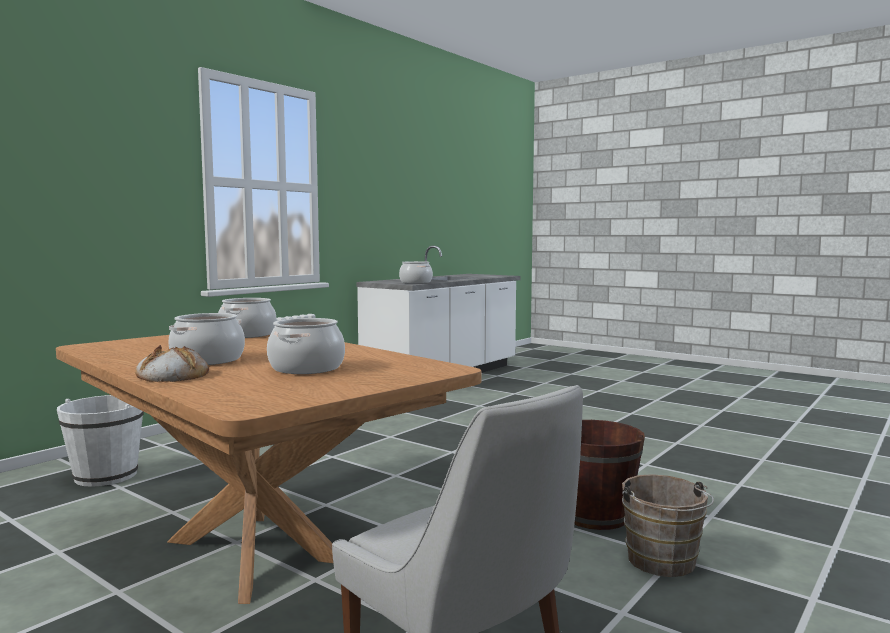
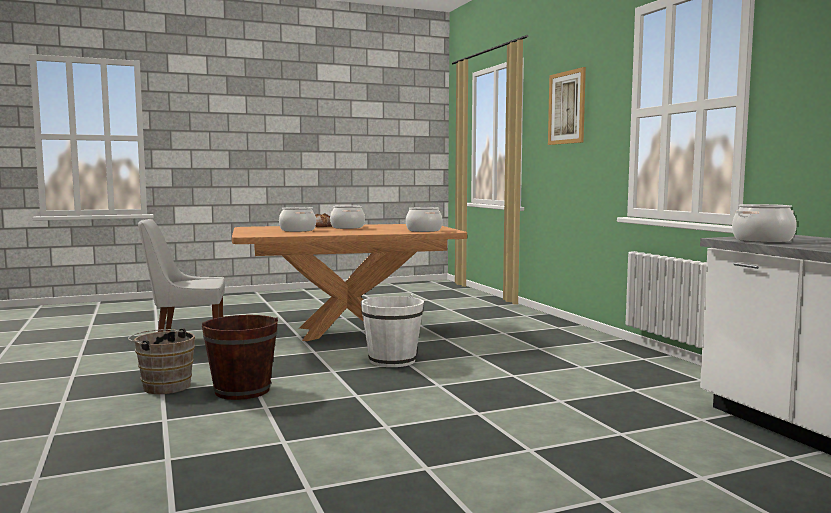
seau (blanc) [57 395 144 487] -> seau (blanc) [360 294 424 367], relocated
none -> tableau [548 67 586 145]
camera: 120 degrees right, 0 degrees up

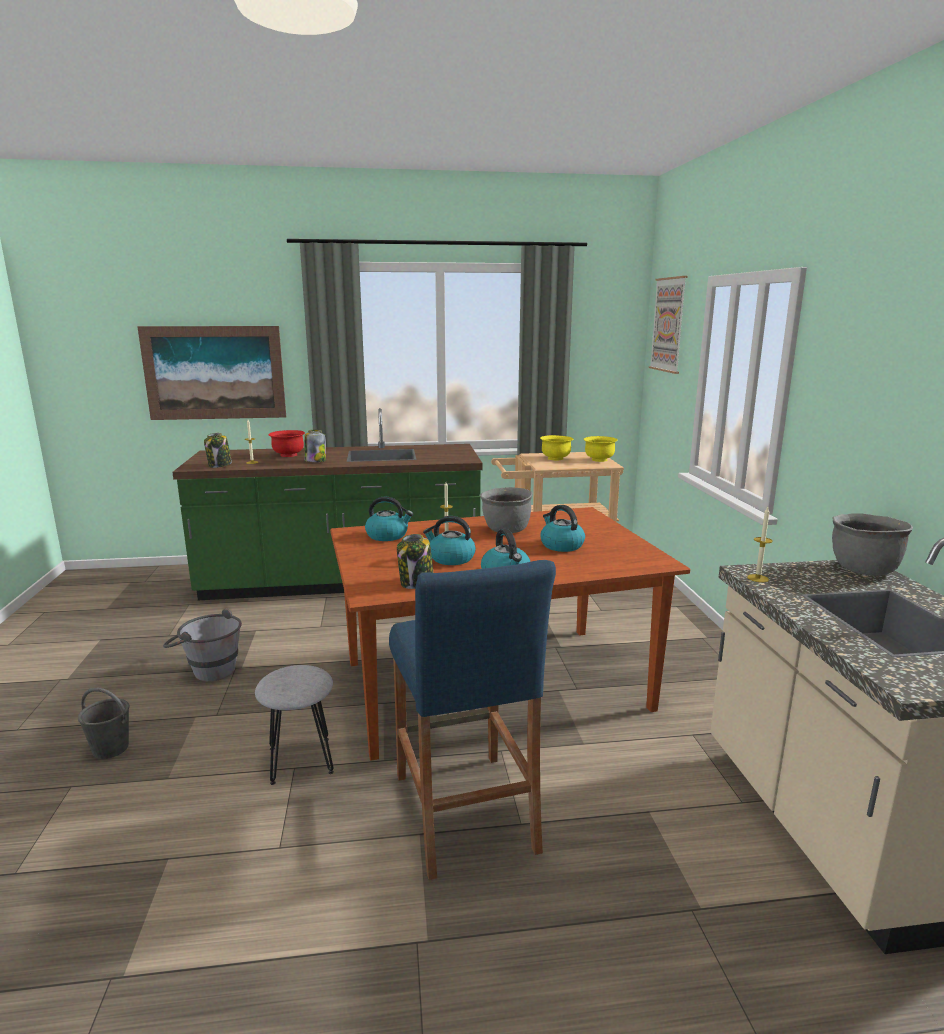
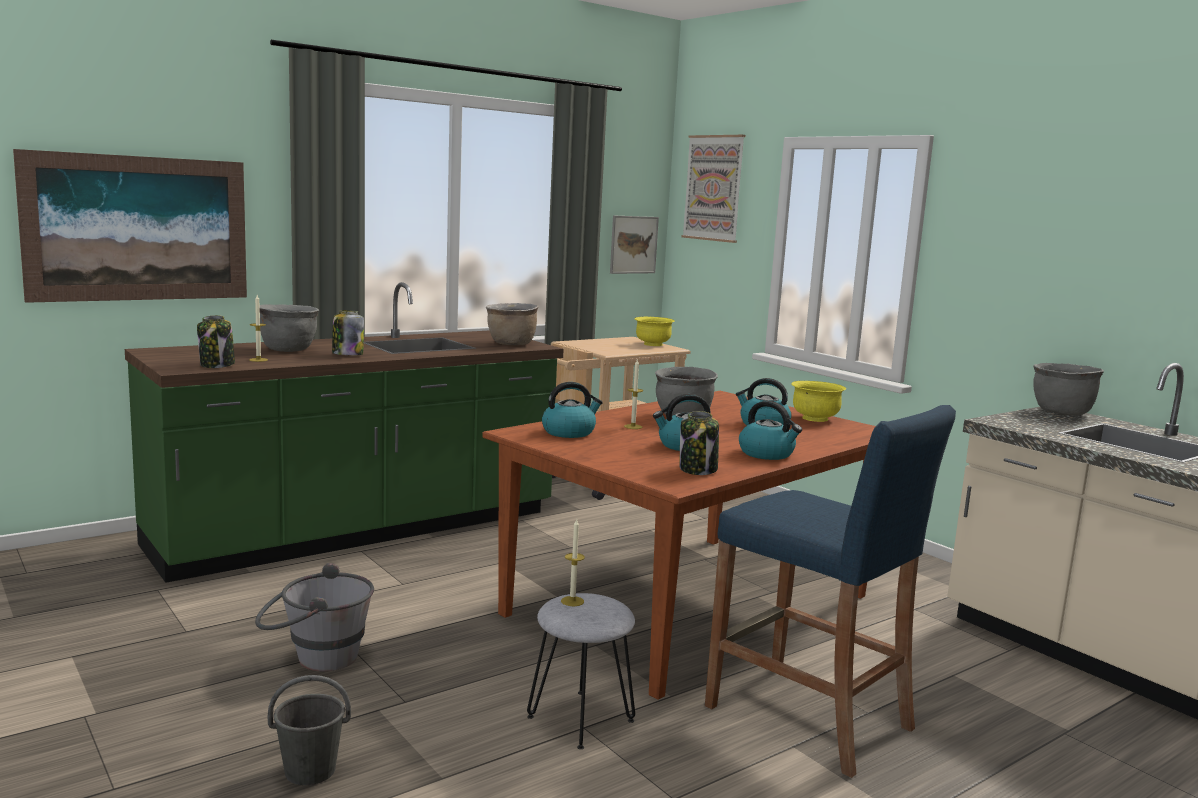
bol (rouge) [268 430 305 457] -> marmite (gris) [259 304 319 352]
none -> marmite (marron) [486 303 538 345]
bougie [747 507 773 582] -> bougie [561 519 585 606], relocated
none -> tableau [610 215 659 274]
bol (jaune) [540 435 573 460] -> bol (jaune) [791 381 846 422], relocated
camera: 30 degrees left, 5 degrees down

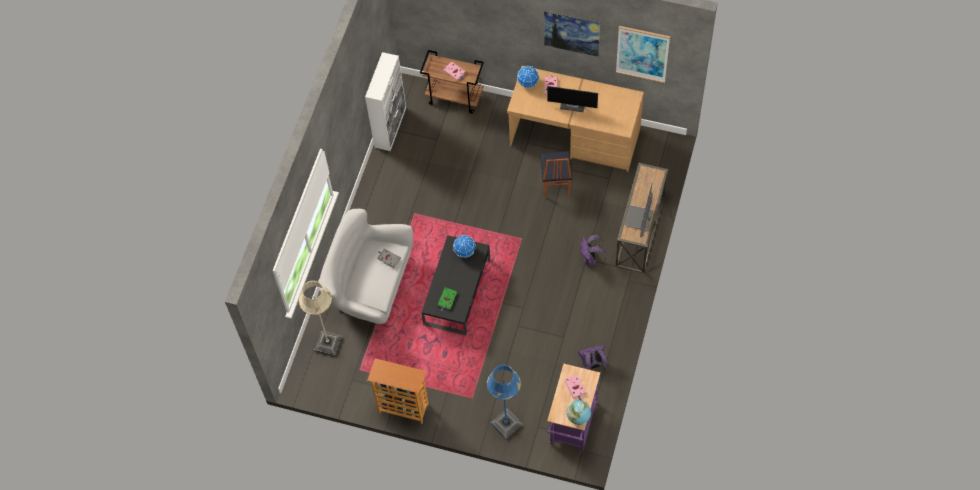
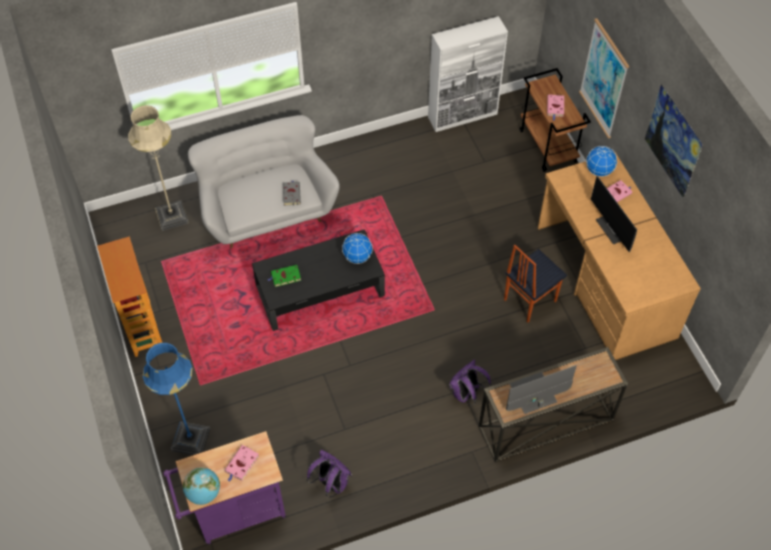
tableau [616 26 670 83] -> tableau [579 18 629 139], relocated
camera: 50 degrees right, 5 degrees down

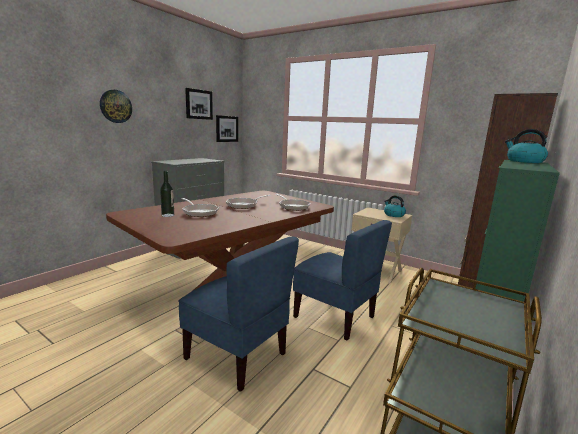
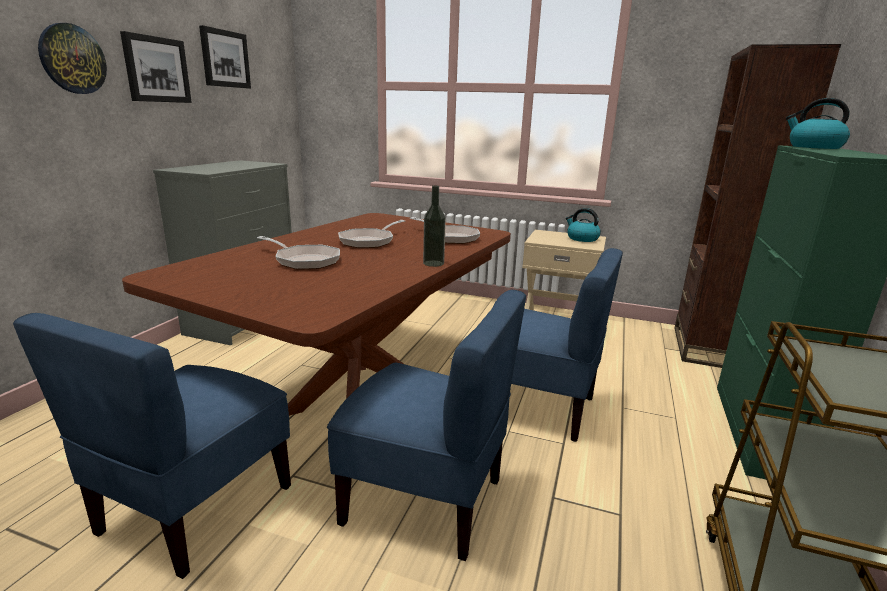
none -> chaise (bleu) [13 313 291 579]
tableau [216 115 238 142] -> tableau [120 31 192 103], relocated
bouteille [160 171 174 217] -> bouteille [423 186 446 267], relocated
camera: 15 degrees left, 5 degrees up

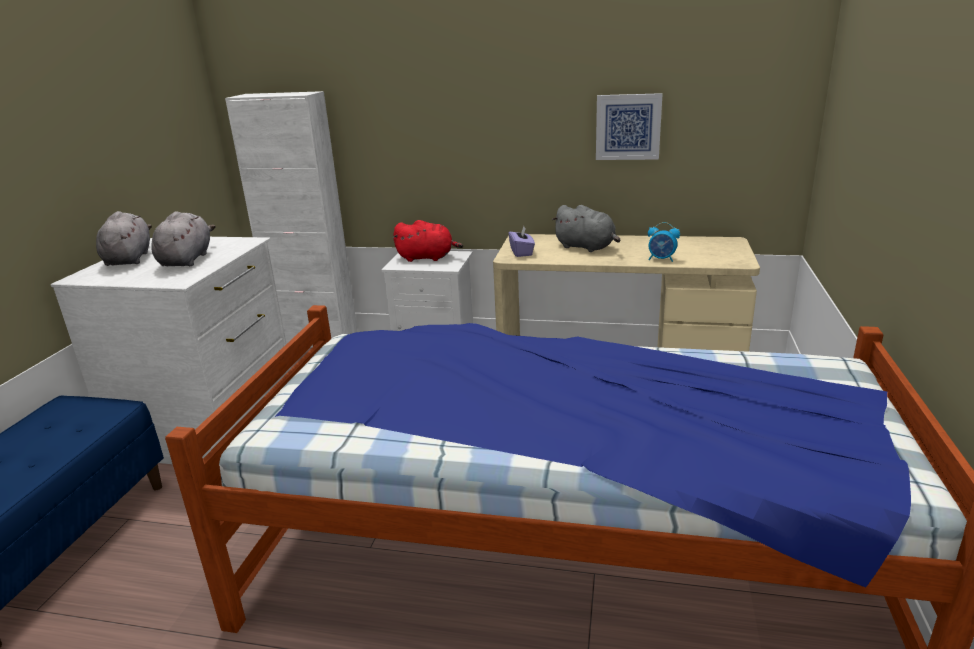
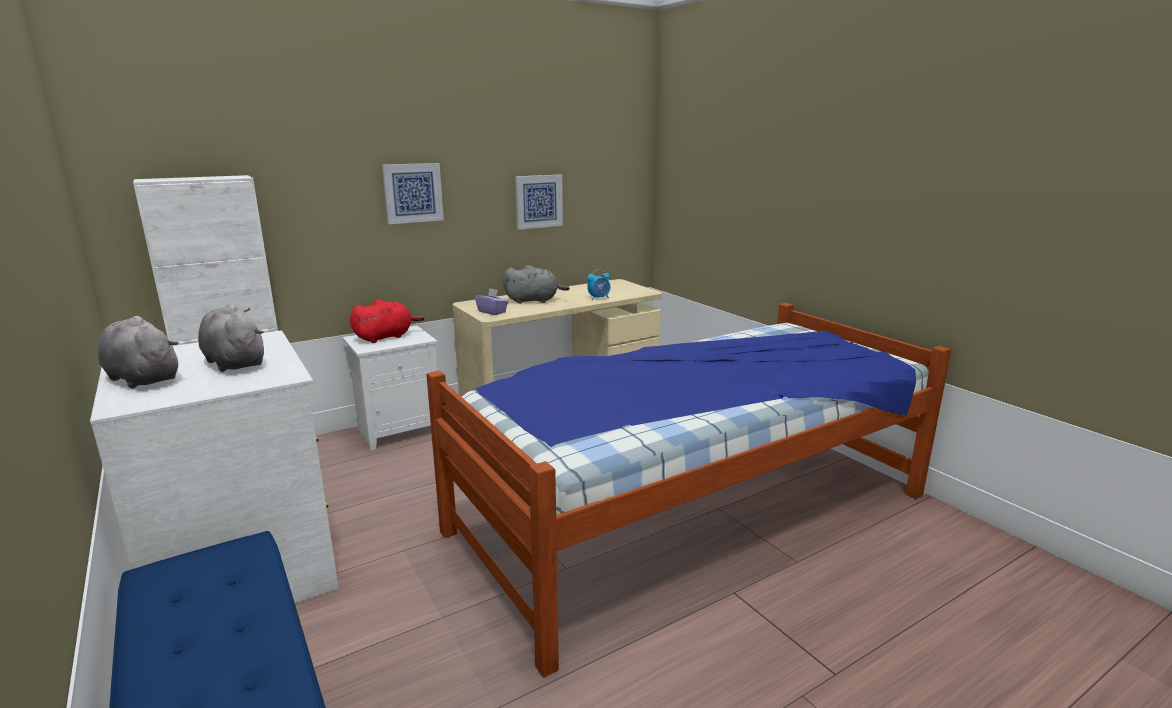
none -> tableau [382 163 444 224]
camera: 45 degrees left, 5 degrees down

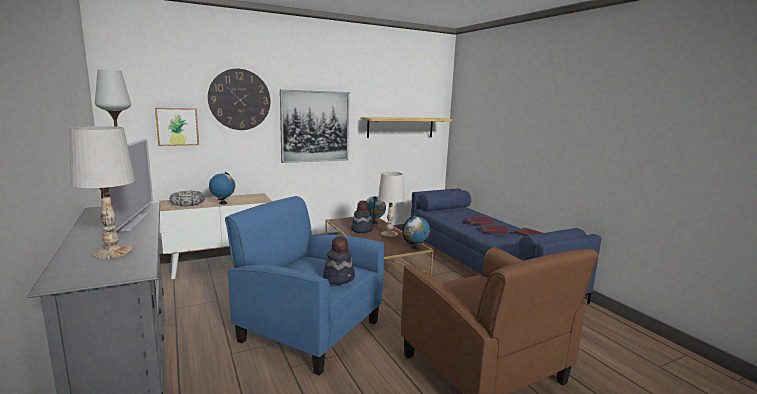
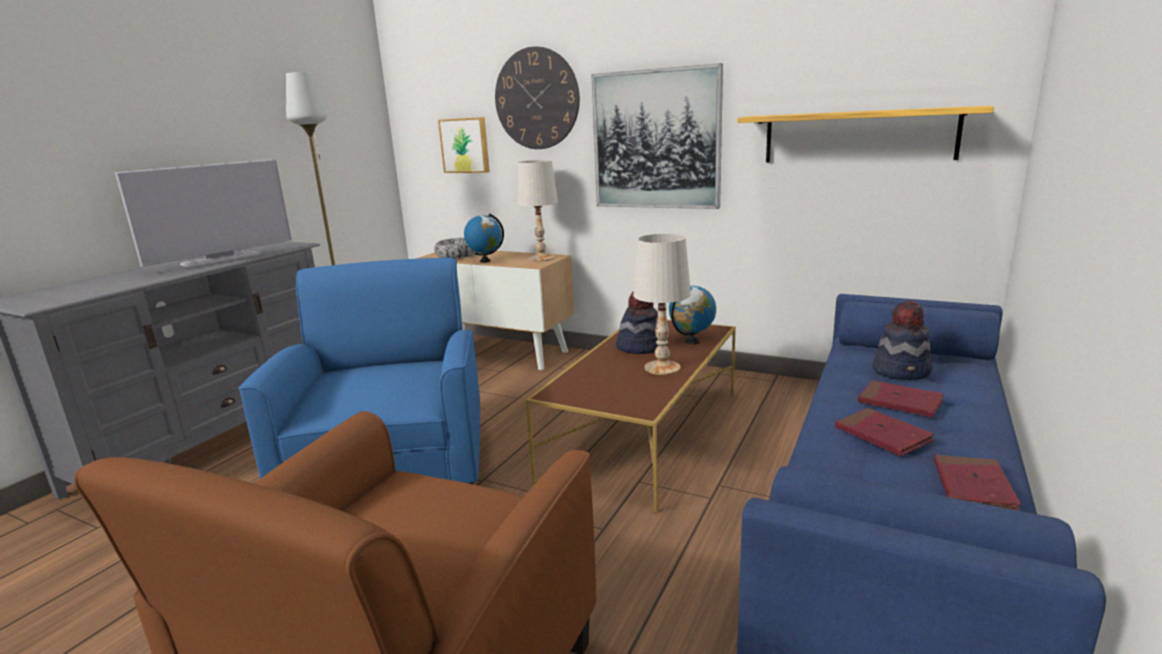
lampe de table (blanc) [69 126 135 259] -> lampe de table (blanc) [517 160 558 261], relocated
chapeau [323 235 355 284] -> chapeau [873 300 933 380], relocated
globe [402 216 430 250] -> none
camera: 55 degrees right, 5 degrees up

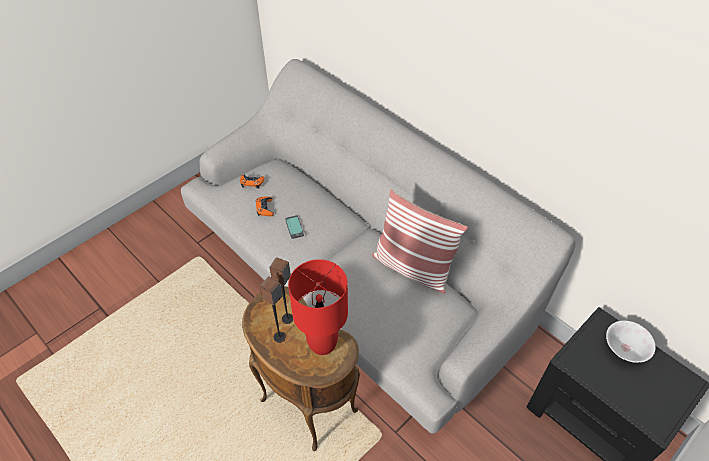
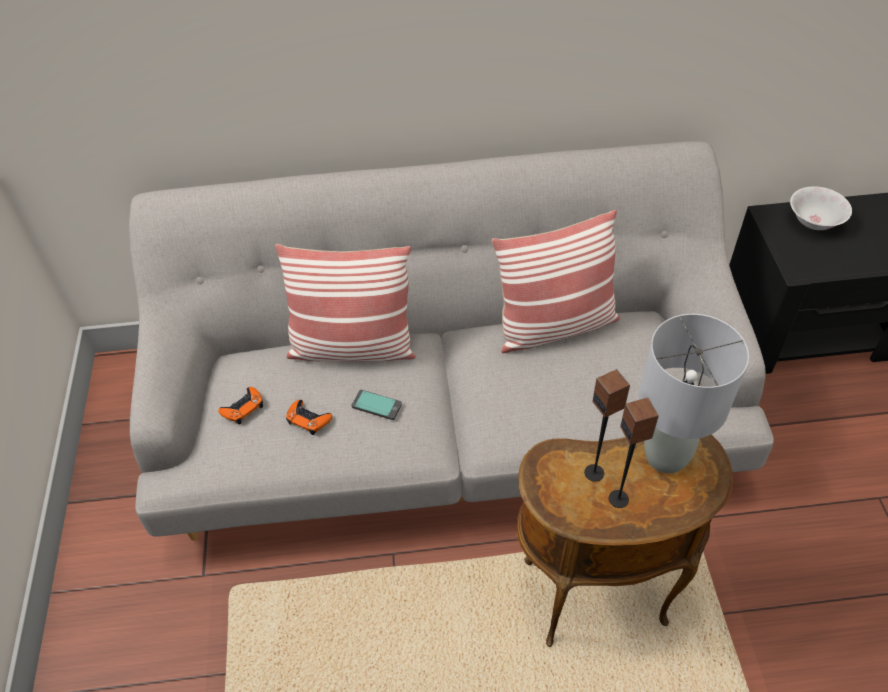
none -> coussin [275 244 416 361]
lampe de table (rouge) [288 259 348 355] -> lampe de table (gris) [638 314 749 473]
camera: 50 degrees left, 0 degrees up

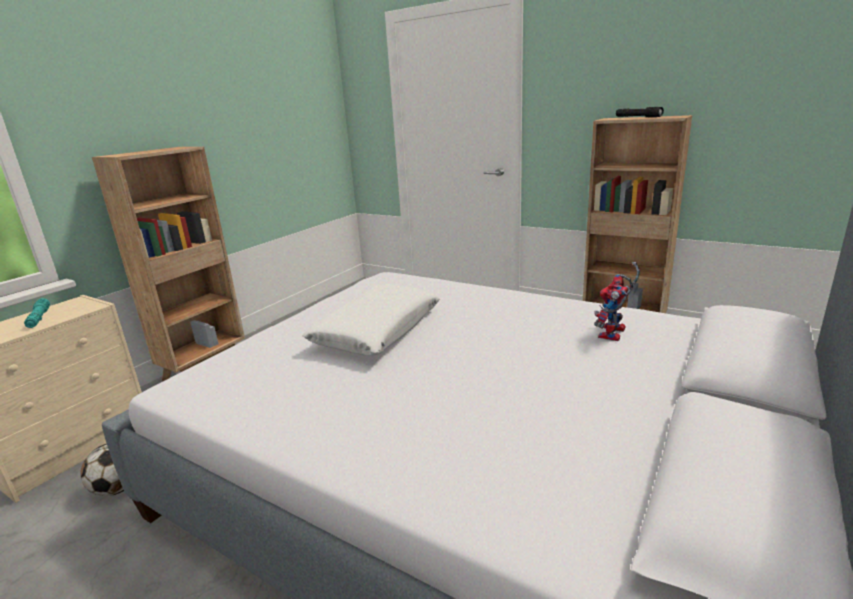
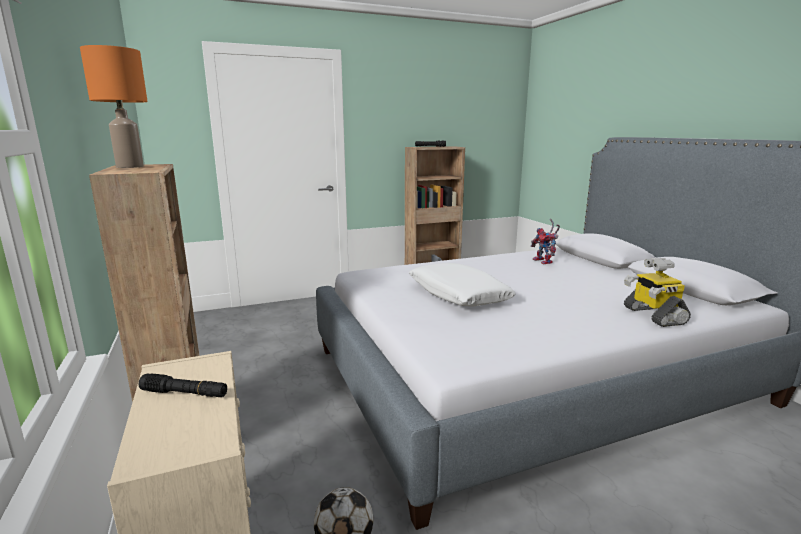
none -> lampe de table (orange) [80 45 148 168]
lampe de poche (turquoise) [24 298 50 328] -> lampe de poche (noir) [139 373 227 397]
none -> robot jouet [624 258 691 327]
camera: 55 degrees left, 5 degrees down

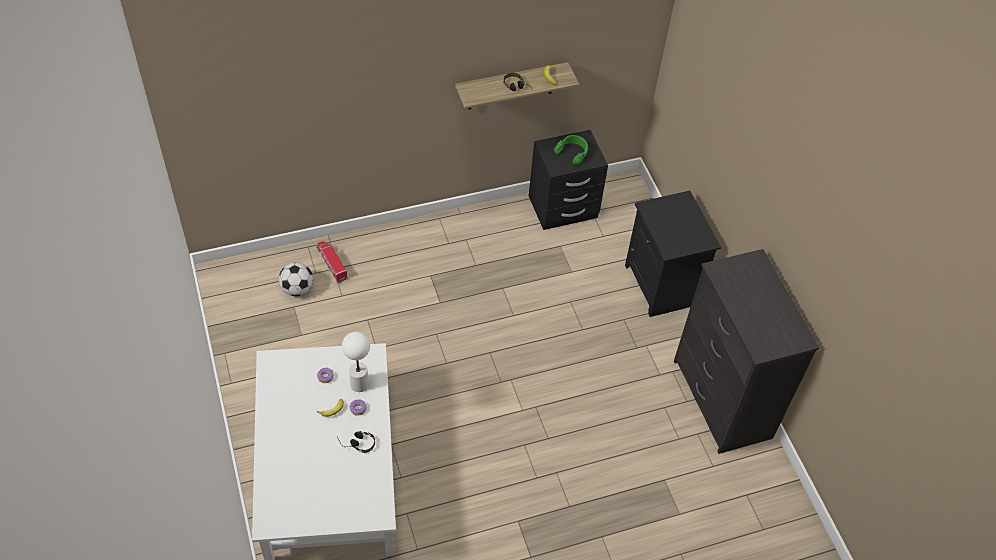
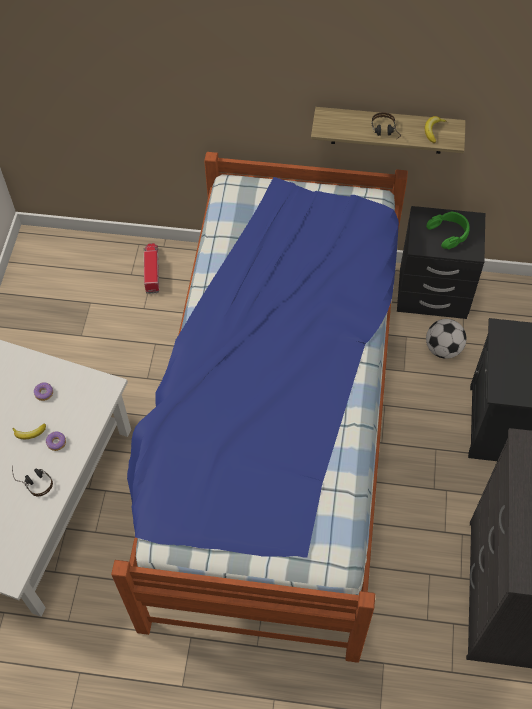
none -> lit [111 152 408 663]
ballon de foot [279 262 313 296] -> ballon de foot [426 319 466 359], relocated
lampe de table (blanc) [342 332 370 392] -> none
camera: 30 degrees right, 5 degrees up

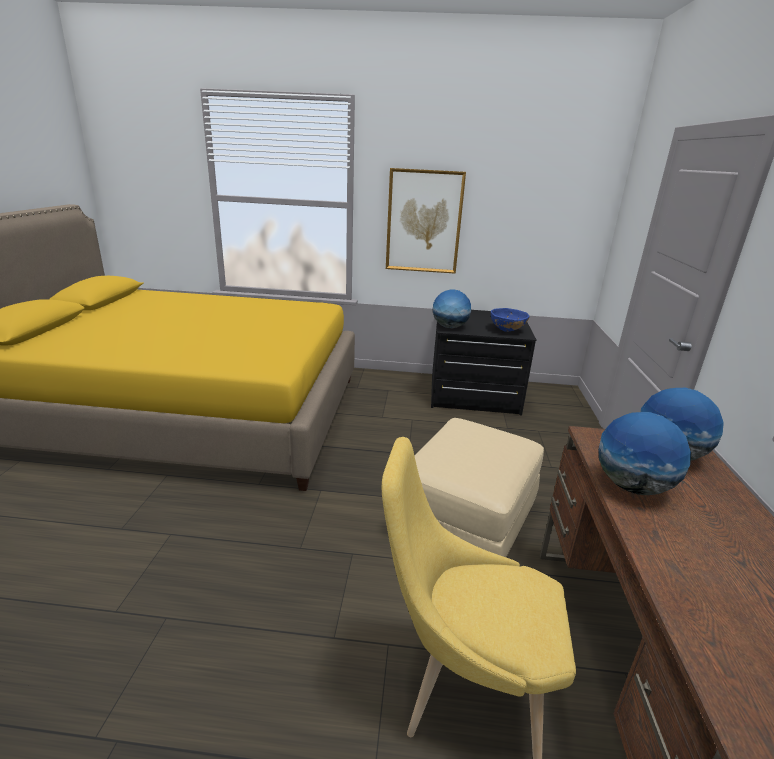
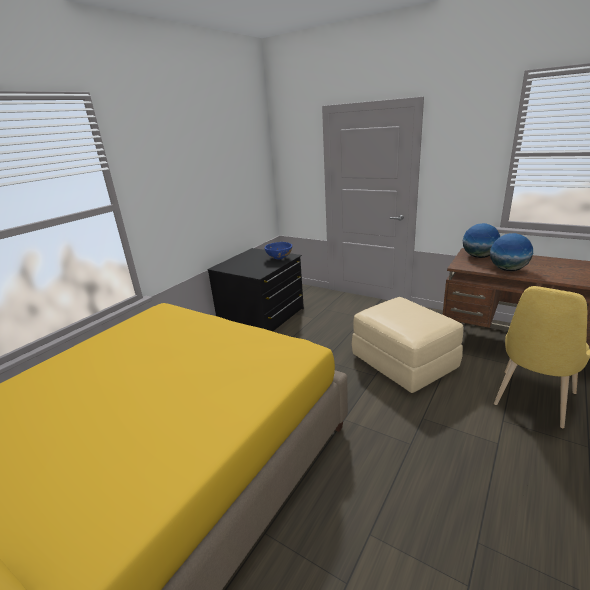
tableau [386 168 466 274] -> none
globe [433 290 471 328] -> none
camera: 60 degrees left, 0 degrees up

